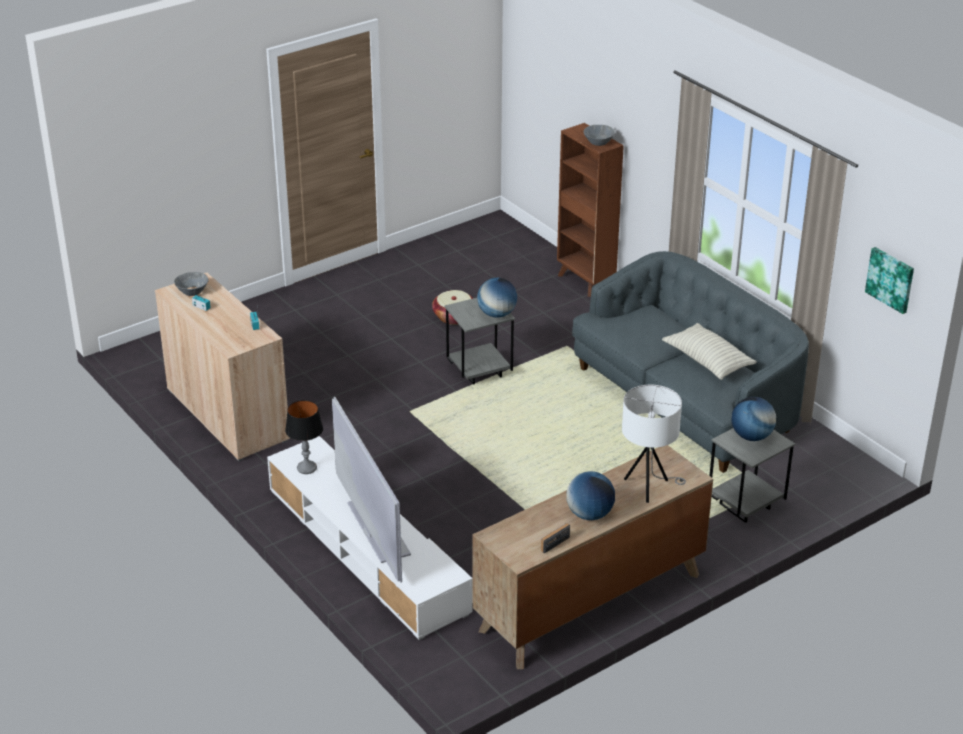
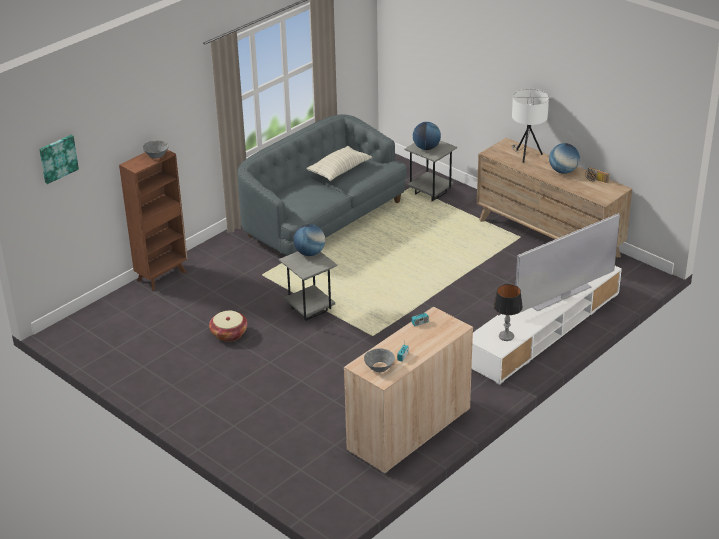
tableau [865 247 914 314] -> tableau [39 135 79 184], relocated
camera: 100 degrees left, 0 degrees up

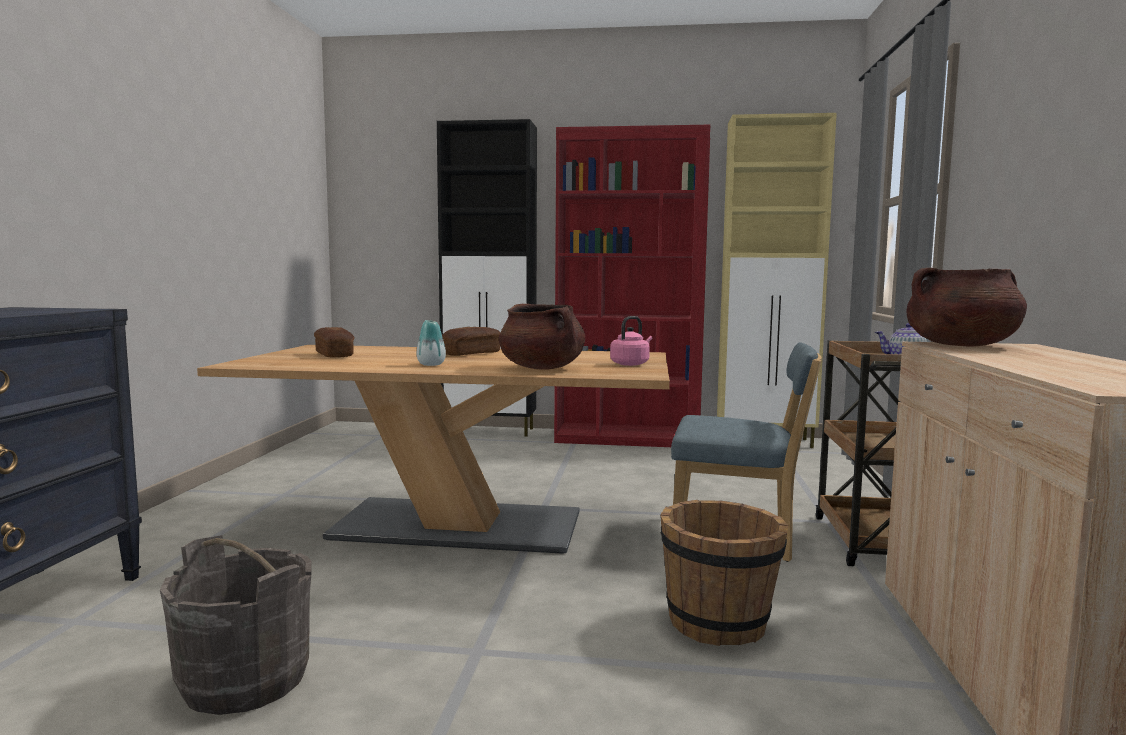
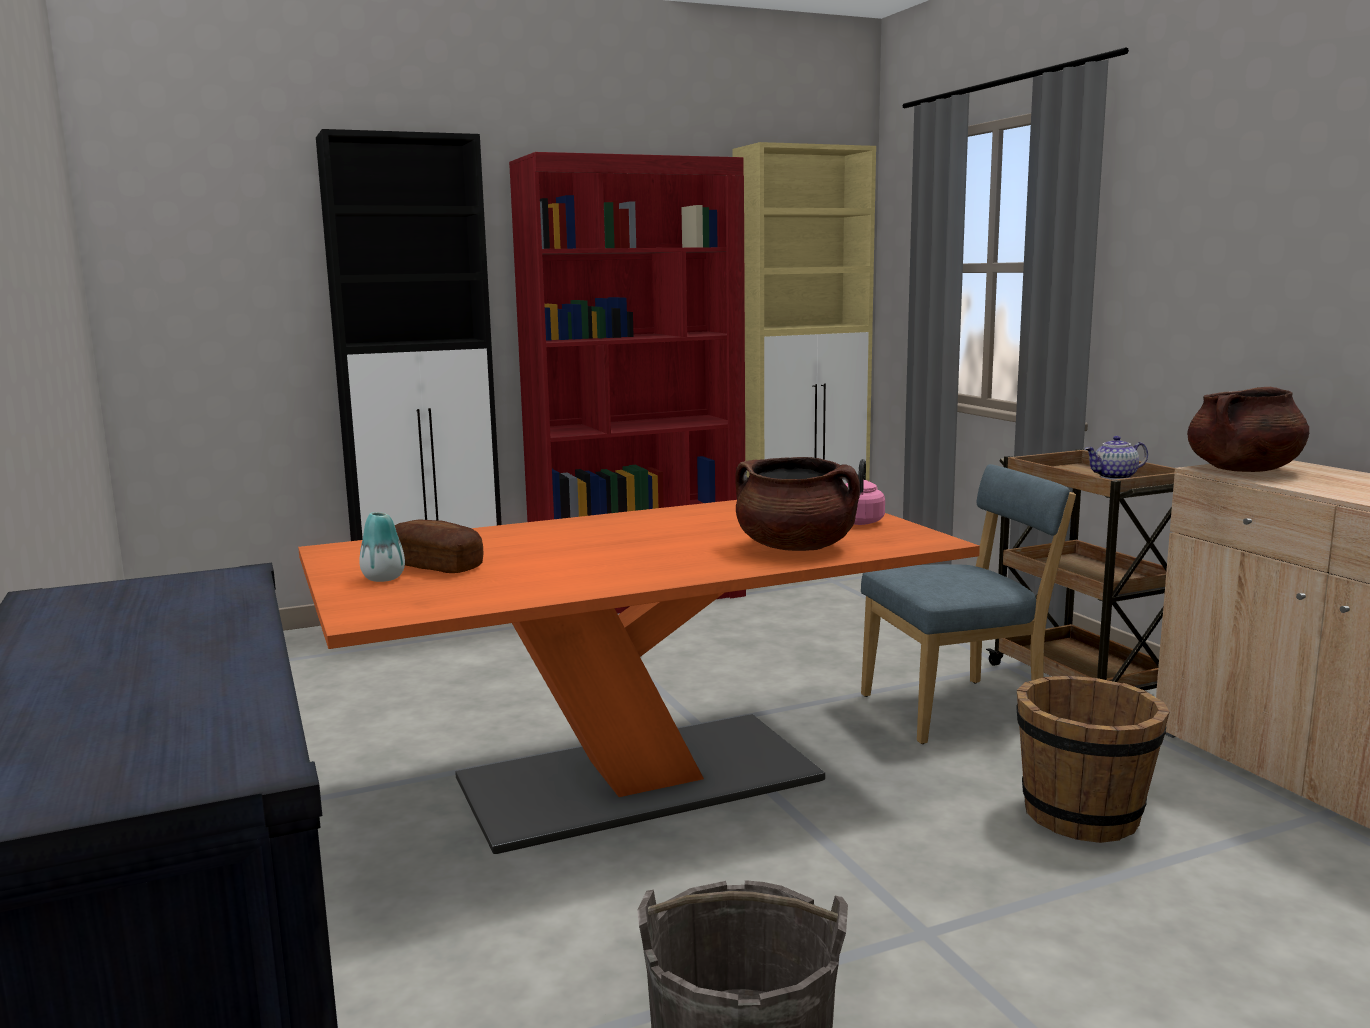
table à manger (beige) [197 345 670 554] -> table à manger (orange) [298 500 980 854]
vase [417 320 446 366] -> vase [359 512 405 582], relocated
pain [442 327 500 356] -> none
camera: 30 degrees left, 5 degrees up

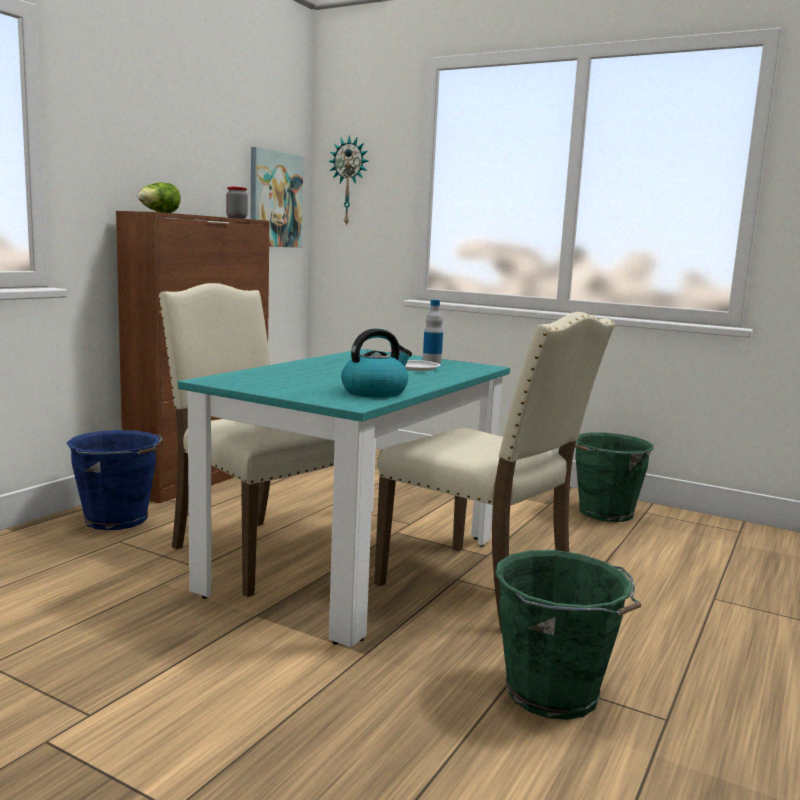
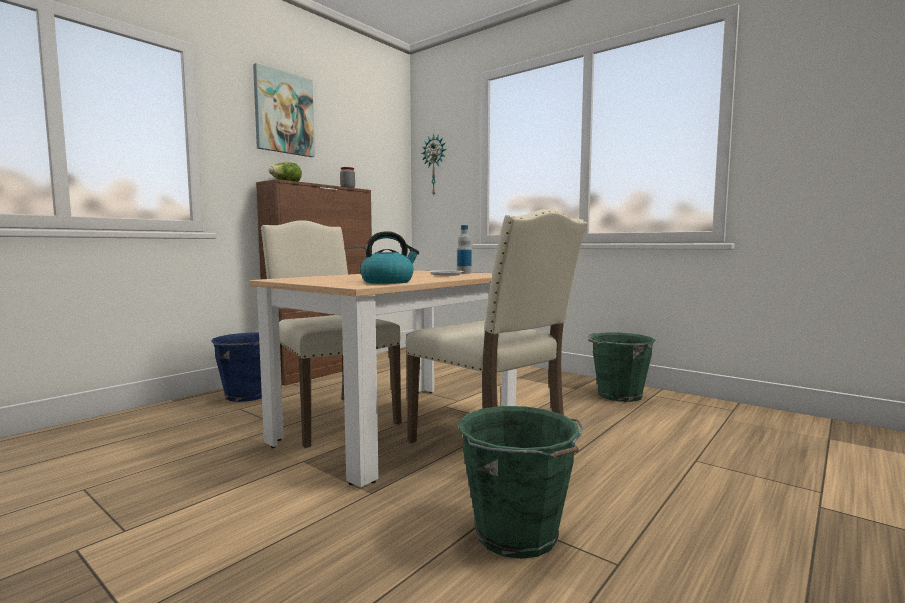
table à manger (turquoise) [178 349 510 647] -> table à manger (beige) [250 270 517 488]
tableau [251 147 304 248] -> tableau [253 63 315 157], relocated
camera: 10 degrees right, 5 degrees down

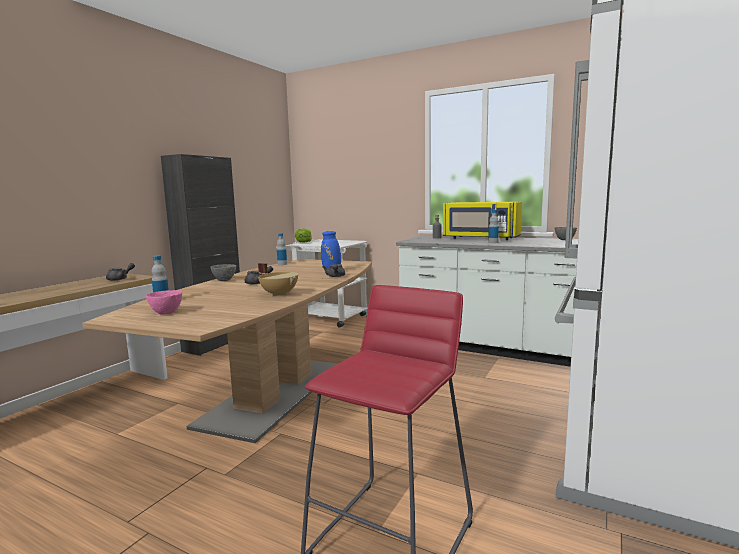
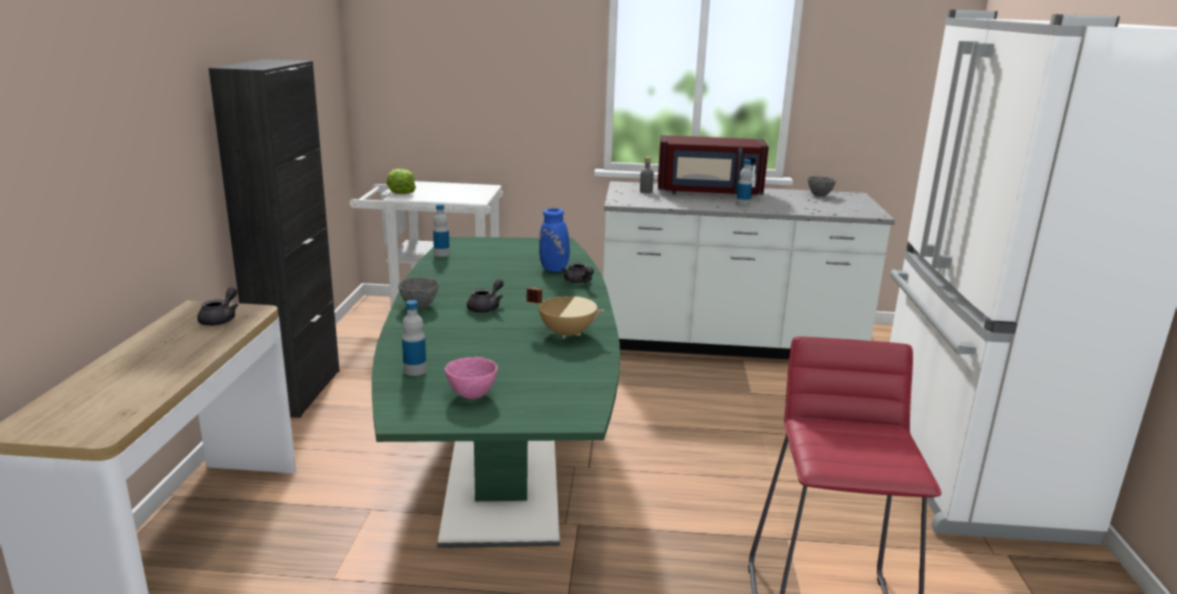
table à manger (marron) [82 259 372 443] -> table à manger (vert) [372 237 620 548]
micro-ondes (jaune) [443 202 522 240] -> micro-ondes (rouge) [658 135 769 197]
camera: 25 degrees left, 10 degrees up

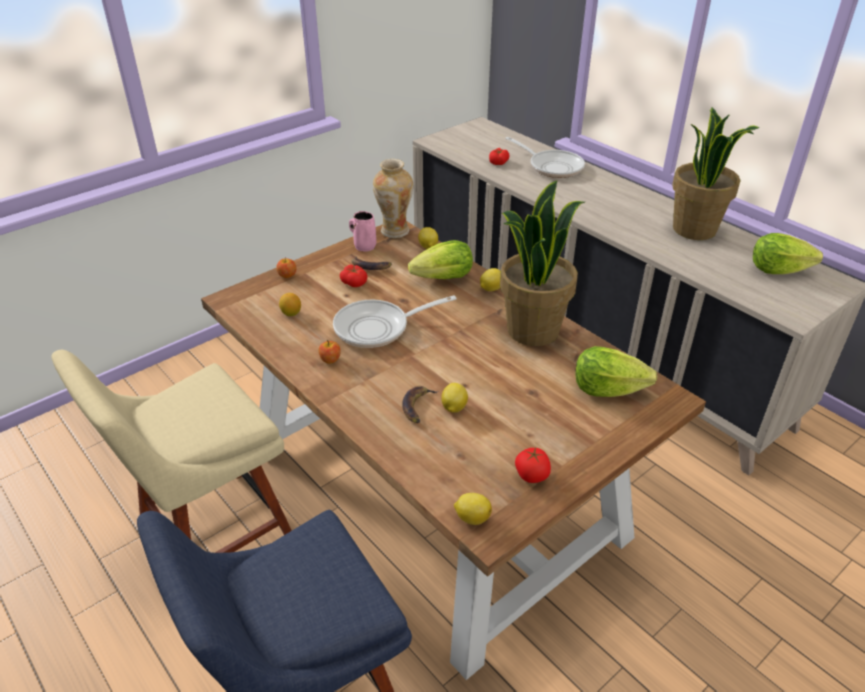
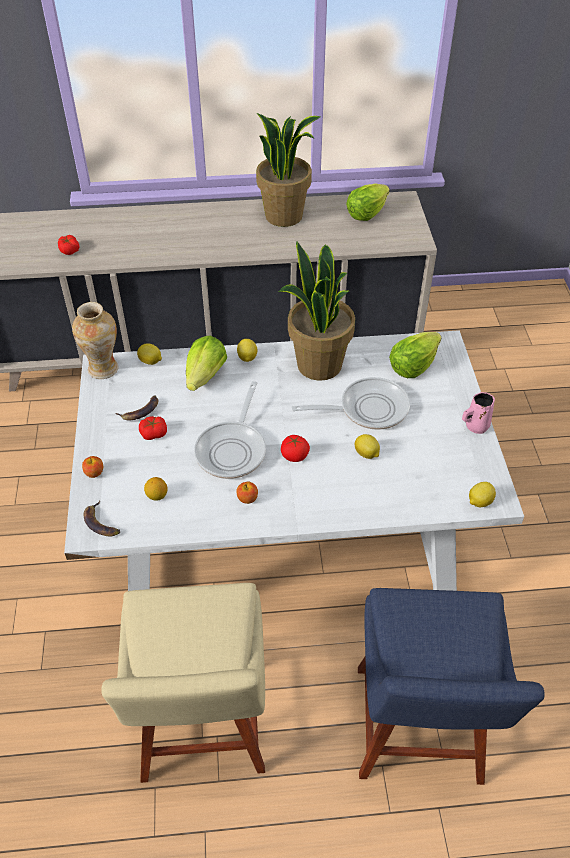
table à manger (marron) [201 222 706 680] -> table à manger (blanc) [64 330 524 591]
banane [402 386 438 423] -> banane [83 501 121 536], relocated
tomate [515 448 551 483] -> tomate [281 435 310 462], relocated
poêle [505 137 585 178] -> poêle [291 377 410 430], relocated
mug (rose) [349 211 376 251] -> mug (rose) [462 392 495 434], relocated
camera: 55 degrees left, 10 degrees up

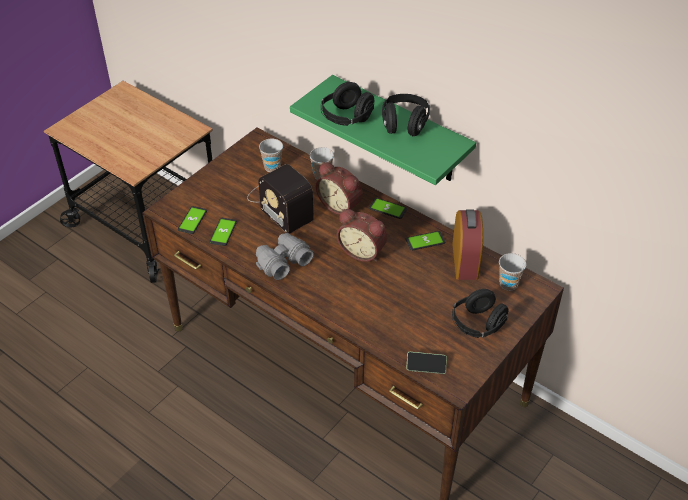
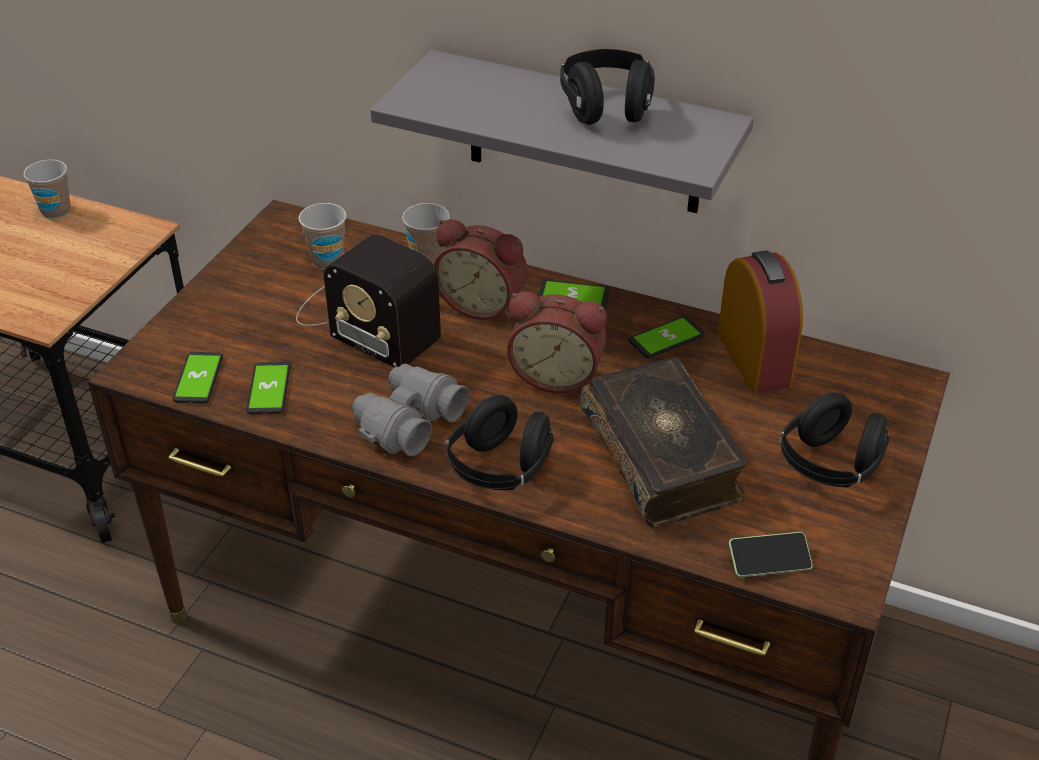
tasse [499 253 526 291] -> tasse [24 159 70 219], relocated
étagère (vert) [290 75 476 185] -> étagère (gris) [370 50 754 213]
casque audio (noir) [321 82 374 126] -> casque audio (noir) [445 395 553 490], relocated
none -> livre [579 357 749 527]
camera: 15 degrees left, 5 degrees down

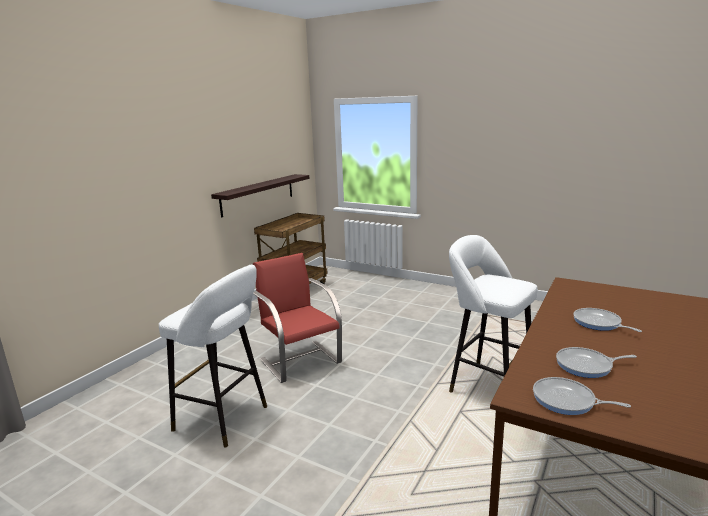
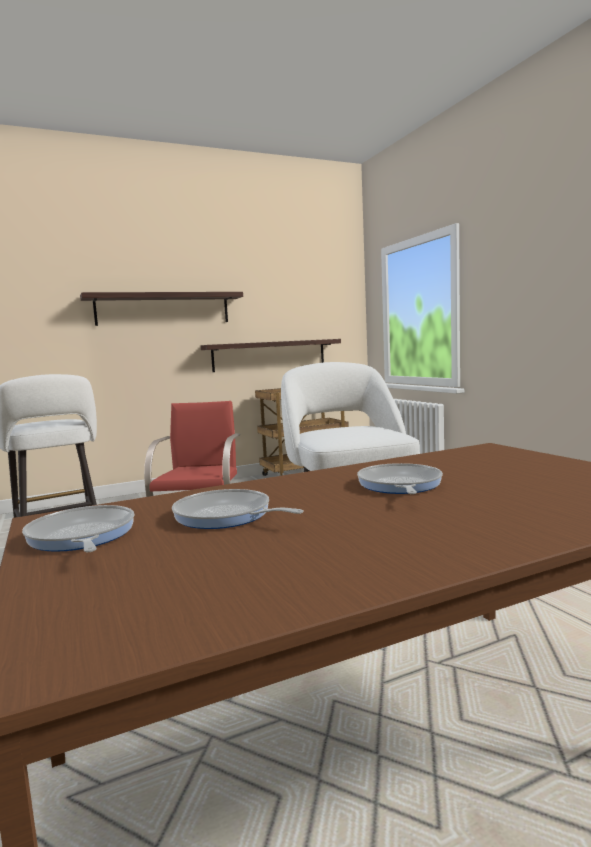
none -> étagère [80 292 243 326]
camera: 35 degrees right, 10 degrees down

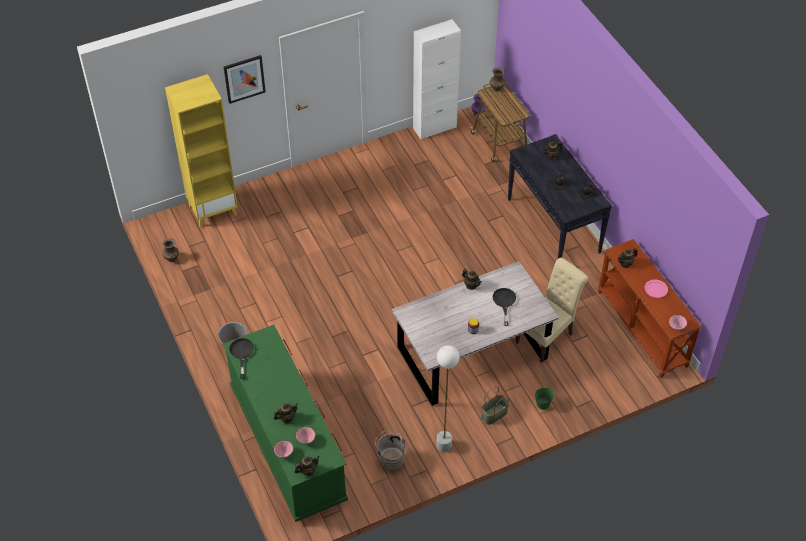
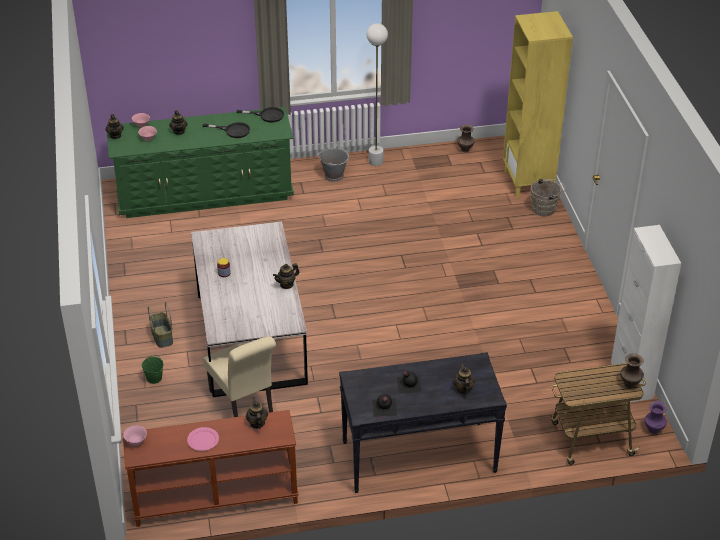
poêle (noir) [493 288 516 326] -> poêle (noir) [203 122 250 138], relocated
lampadaire (blanc) [436 345 460 452] -> lampadaire (blanc) [367 23 388 166], relocated
seau (marron) [375 430 406 471] -> seau (marron) [530 179 565 217], relocated
tableau [224 55 266 104] -> none
camera: 105 degrees right, 10 degrees down

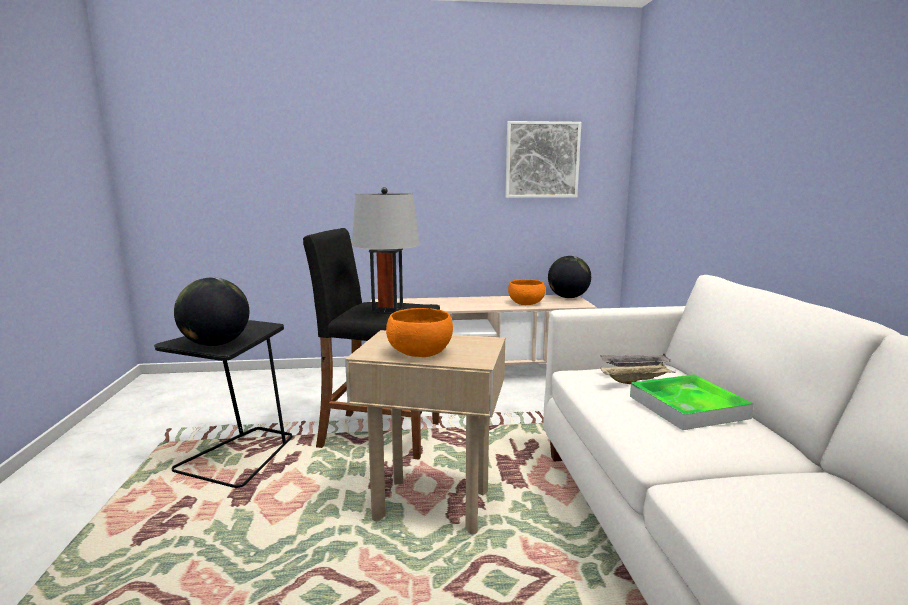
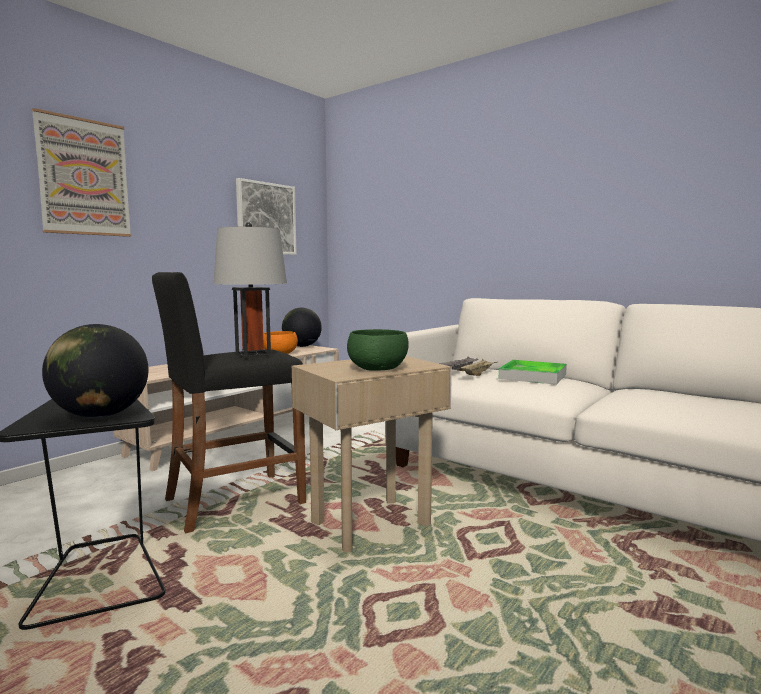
none -> tableau [32 108 132 237]
bol (orange) [386 308 453 357] -> bol (vert) [347 329 409 371]
camera: 45 degrees left, 5 degrees down

